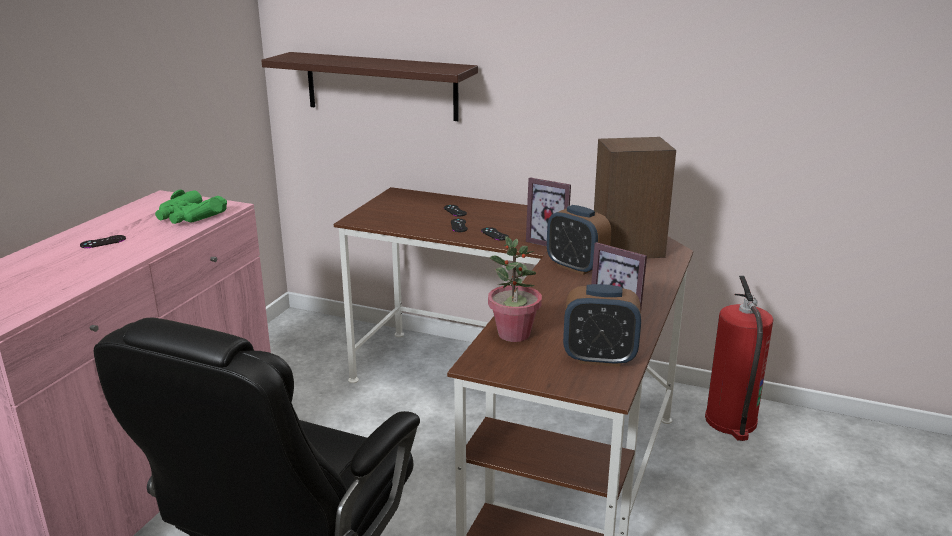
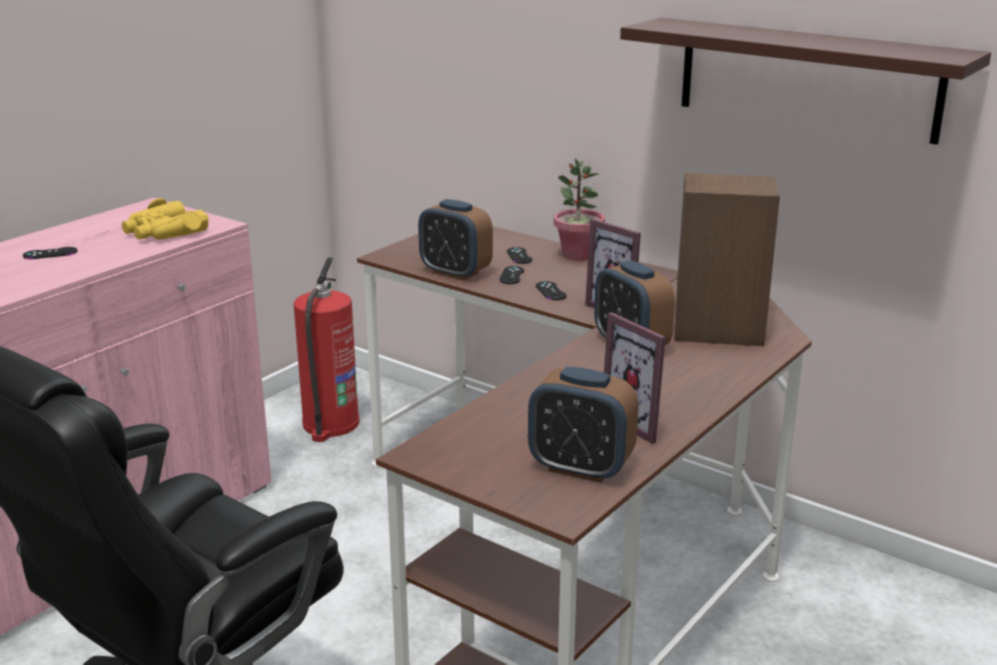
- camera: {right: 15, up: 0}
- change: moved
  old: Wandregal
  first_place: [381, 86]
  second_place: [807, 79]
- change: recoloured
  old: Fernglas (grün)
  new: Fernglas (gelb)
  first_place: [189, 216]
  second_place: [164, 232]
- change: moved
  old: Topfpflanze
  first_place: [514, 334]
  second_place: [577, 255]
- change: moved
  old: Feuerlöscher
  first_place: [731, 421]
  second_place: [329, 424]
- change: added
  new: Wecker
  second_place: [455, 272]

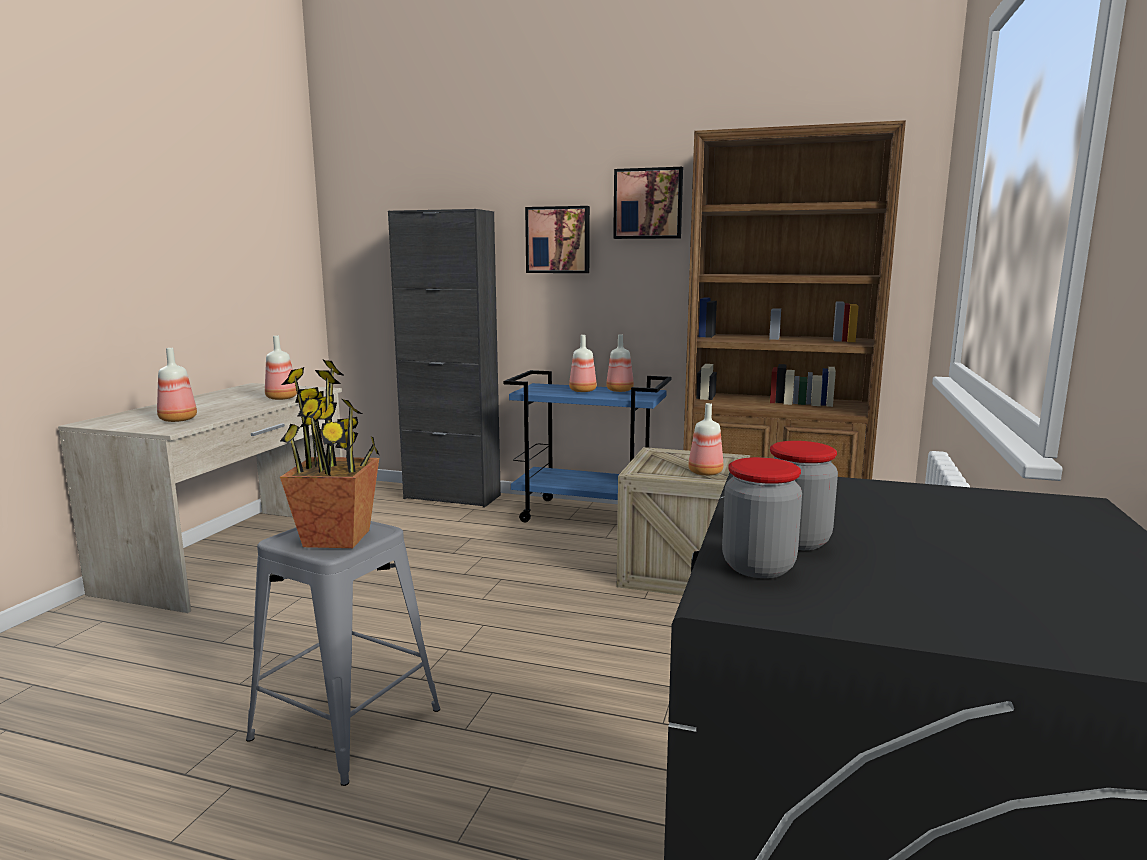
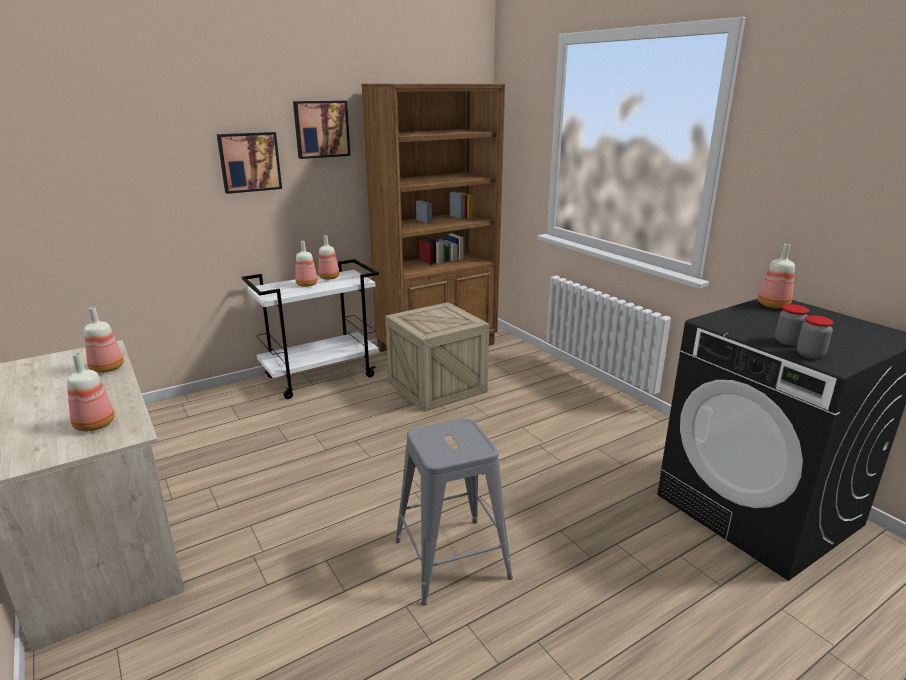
- camera: {right: -50, up: 10}
- change: removed
  old: Schrank (schwarz)
  first_place: [452, 497]
- change: removed
  old: Topfpflanze
  first_place: [338, 538]
- change: recoloured
  old: Rollwagen (blau)
  new: Rollwagen (weiß)
  first_place: [589, 516]
  second_place: [321, 376]
- change: moved
  old: Flasche
  first_place: [704, 473]
  second_place: [772, 305]

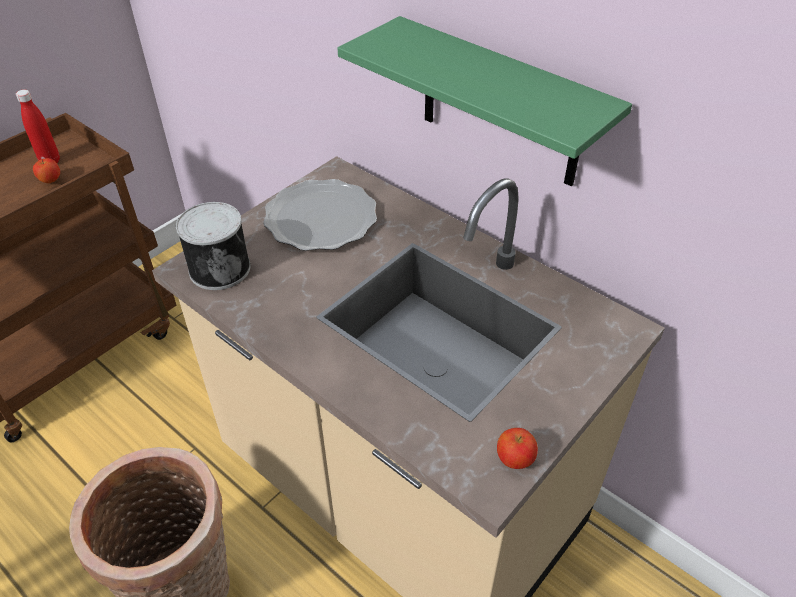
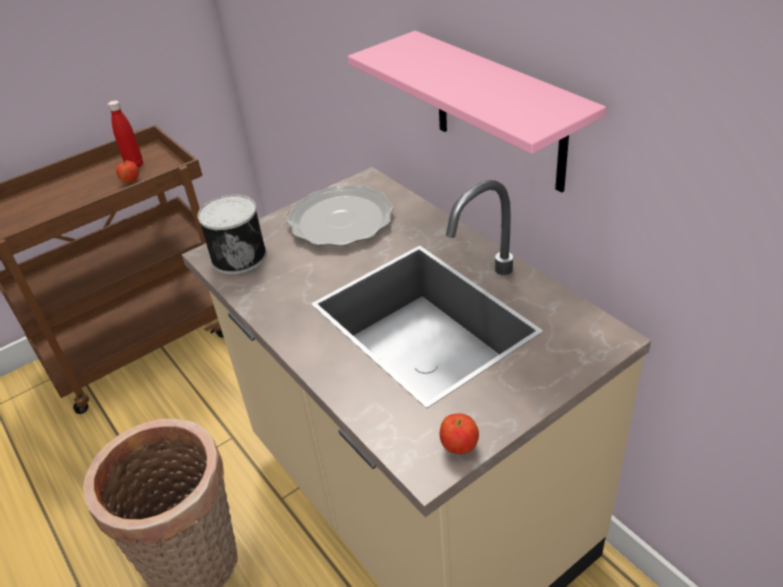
- camera: {right: 15, up: -5}
- change: recoloured
  old: Wandregal (grün)
  new: Wandregal (rosa)
  first_place: [500, 105]
  second_place: [499, 112]

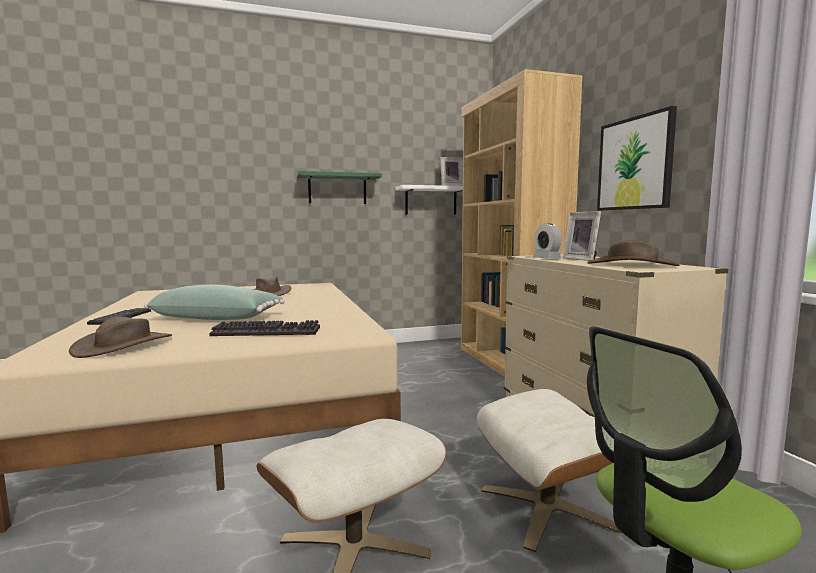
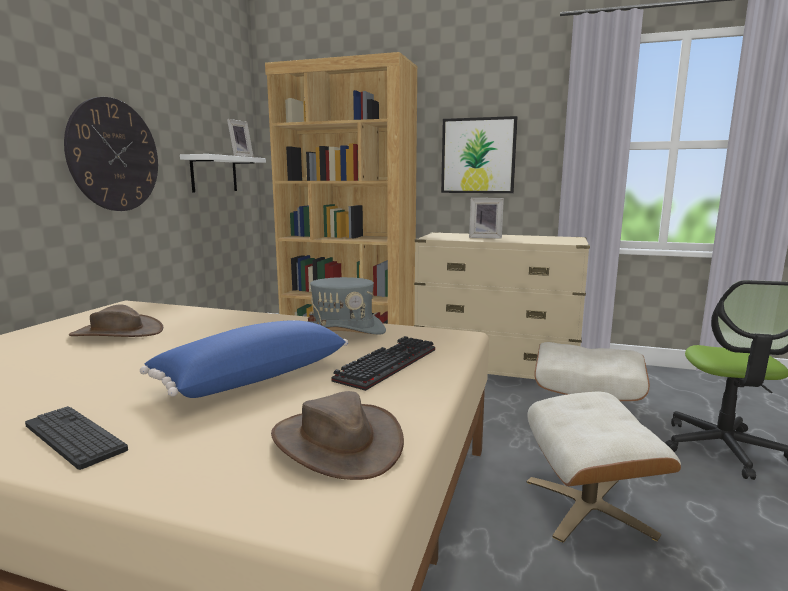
- camera: {right: -55, up: 5}
- change: replaced
  old: Wandregal (grün)
  new: Wanduhr
  first_place: [337, 189]
  second_place: [114, 155]
- change: removed
  old: Wecker
  first_place: [546, 258]
- change: removed
  old: Hut (braun)
  first_place: [631, 264]
- change: recoloured
  old: Kissen (grün)
  new: Kissen (blau)
  first_place: [218, 318]
  second_place: [252, 376]
- change: added
  new: Hut (grau)
  second_place: [343, 331]

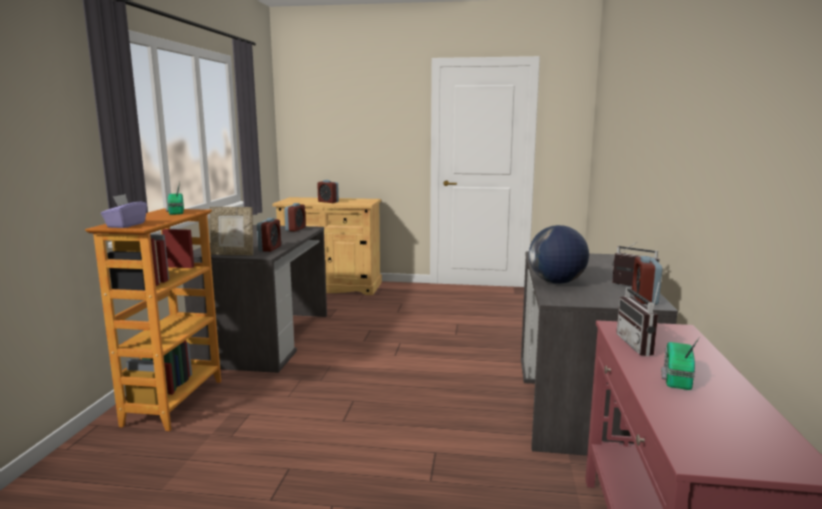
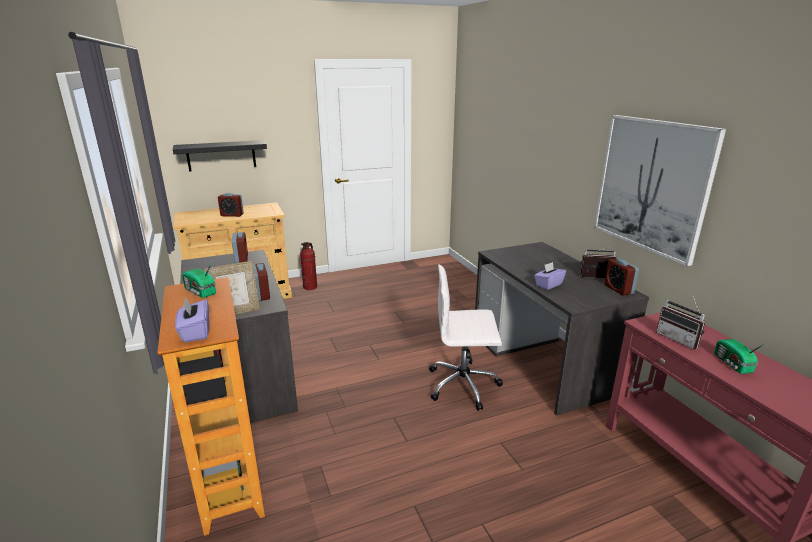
- camera: {right: -30, up: 10}
- change: replaced
  old: Globus
  new: Taschentuchbox (lila)
  first_place: [556, 282]
  second_place: [548, 285]
- change: added
  new: Bild
  second_place: [652, 185]
- change: added
  new: Wandregal (schwarz)
  second_place: [221, 155]
- change: added
  new: Feuerlöscher
  second_place: [310, 287]
- change: added
  new: Bürostuhl (weiß)
  second_place: [464, 385]

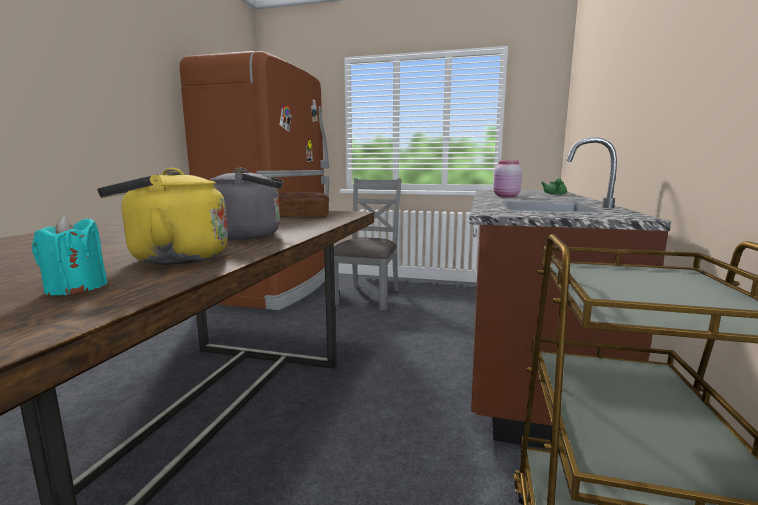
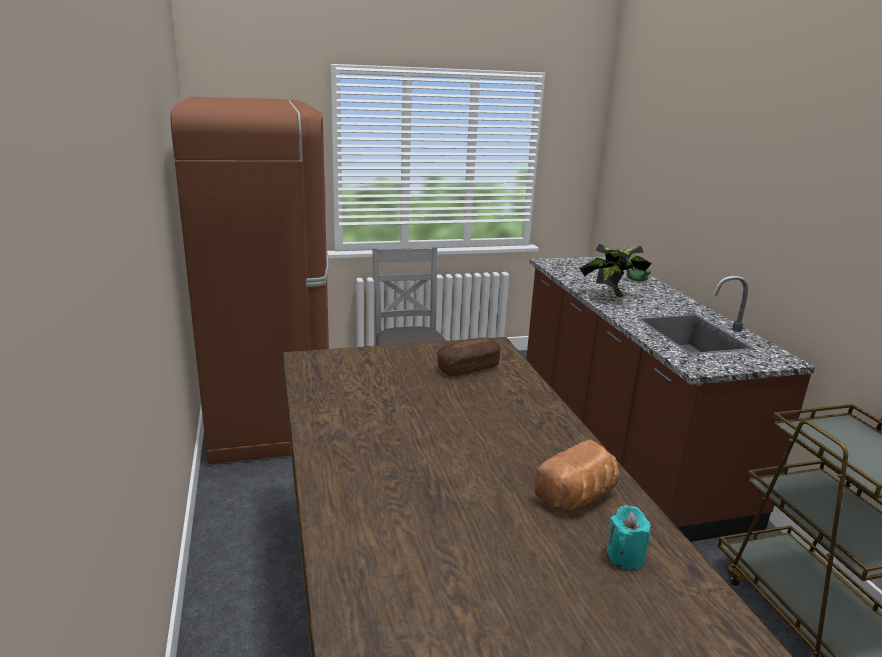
- camera: {right: -30, up: 10}
- change: replaced
  old: Vorratsglas (rosa)
  new: Topfpflanze
  first_place: [505, 196]
  second_place: [612, 296]
- change: replaced
  old: Wasserkessel (gelb)
  new: Brot
  first_place: [173, 259]
  second_place: [578, 496]
- change: removed
  old: Wasserkessel (grau)
  first_place: [251, 236]

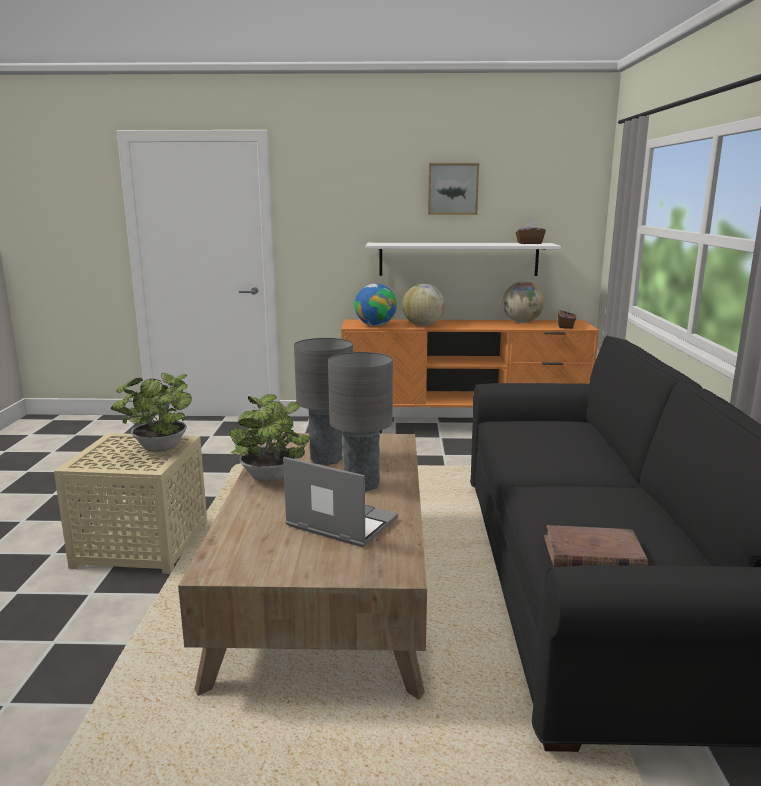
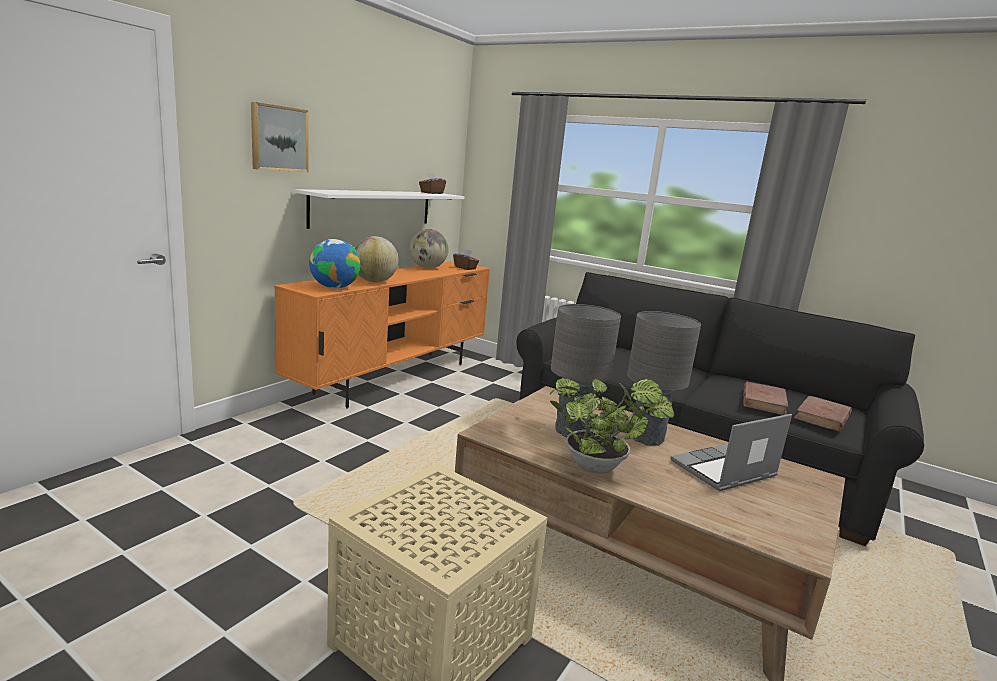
- camera: {right: -60, up: 0}
- change: moved
  old: Bild
  first_place: [453, 189]
  second_place: [278, 138]
- change: removed
  old: Topfpflanze
  first_place: [158, 449]
- change: added
  new: Buch (braun)
  second_place: [763, 401]

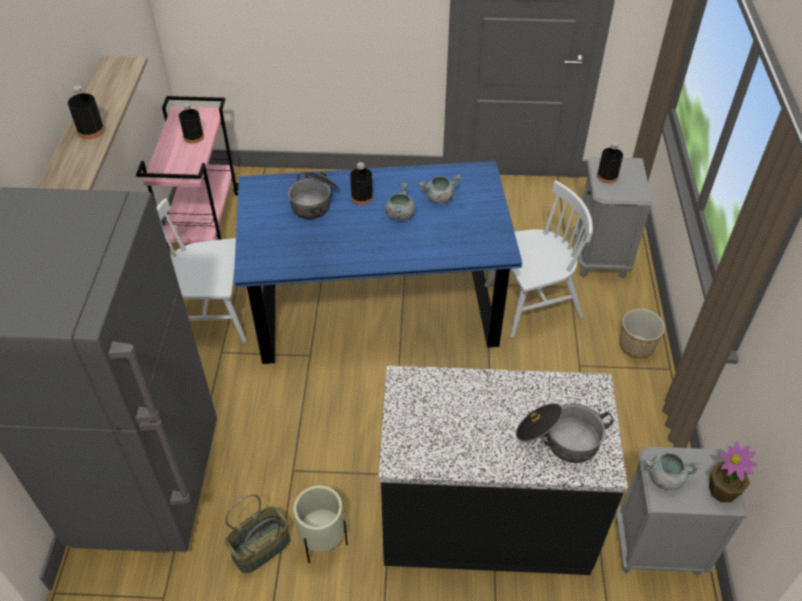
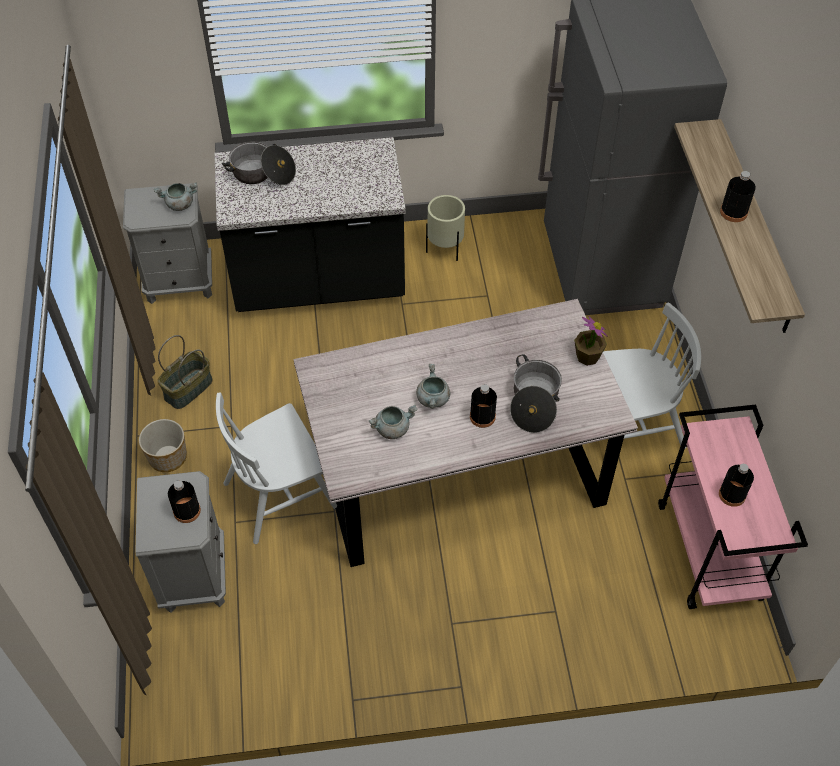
- camera: {right: 170, up: 5}
- change: recoloured
  old: Esstisch (blau)
  new: Esstisch (grau)
  first_place: [376, 300]
  second_place: [458, 470]
- change: moved
  old: Topfpflanze
  first_place: [722, 491]
  second_place: [587, 356]
- change: moved
  old: Korb
  first_place: [261, 547]
  second_place: [188, 390]

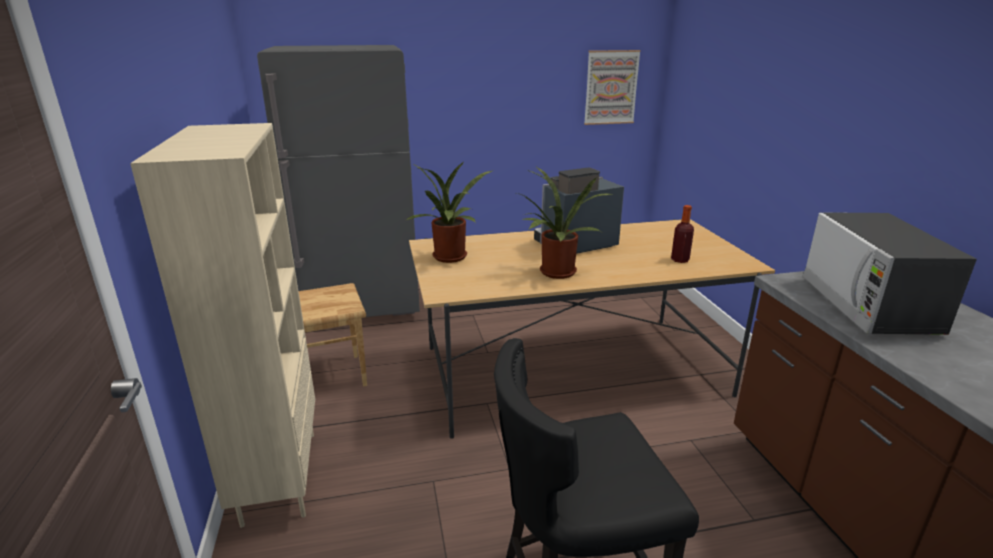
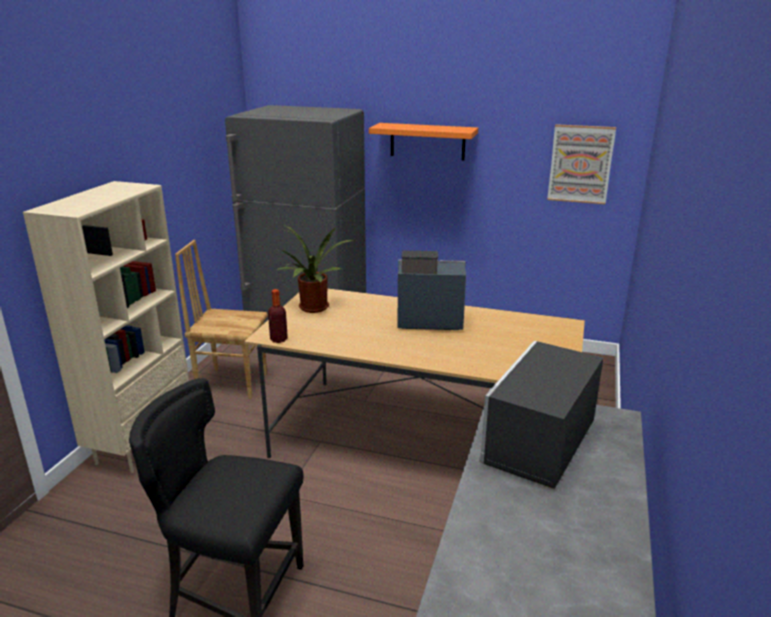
- camera: {right: 30, up: 0}
- change: removed
  old: Topfpflanze
  first_place: [556, 274]
- change: moved
  old: Flasche
  first_place: [680, 260]
  second_place: [279, 339]
- change: added
  new: Wandregal (orange)
  second_place: [427, 141]

